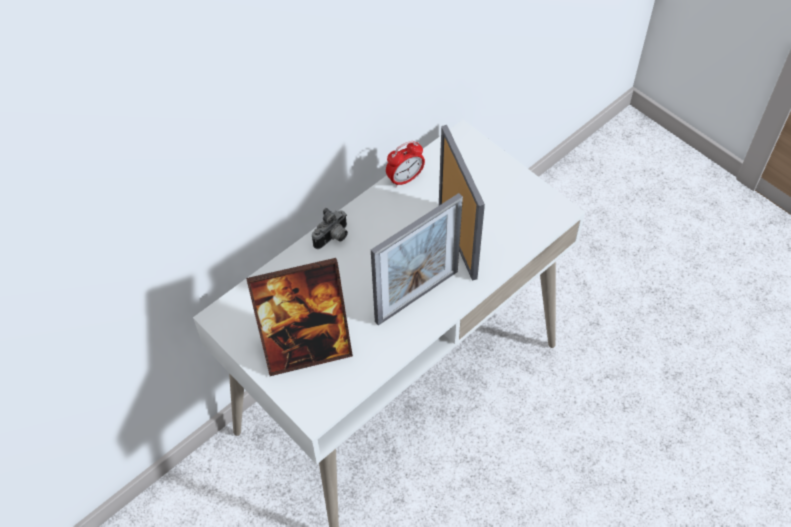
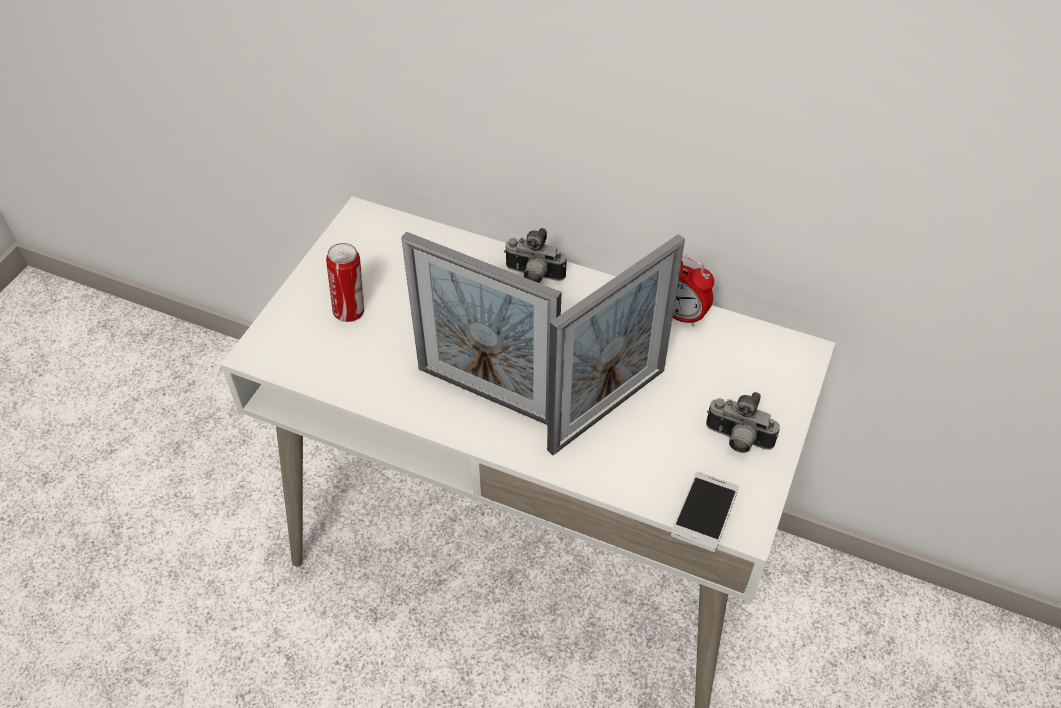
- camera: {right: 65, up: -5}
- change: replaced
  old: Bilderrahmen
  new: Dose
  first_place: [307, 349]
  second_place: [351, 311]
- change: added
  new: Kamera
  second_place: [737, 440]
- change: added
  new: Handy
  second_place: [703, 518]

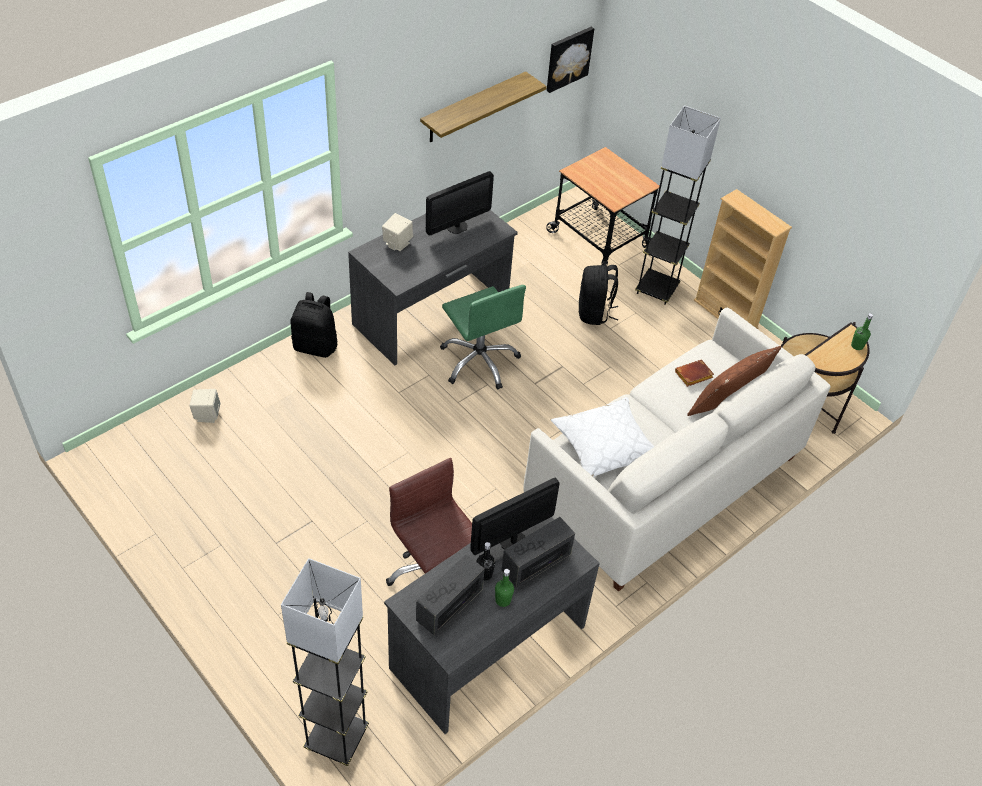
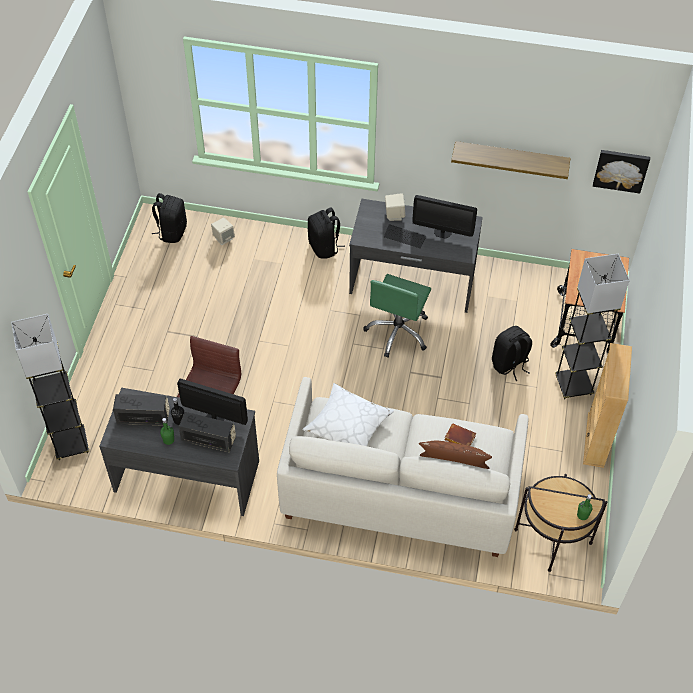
- camera: {right: 55, up: 5}
- change: added
  new: Rucksack (schwarz)
  second_place: [172, 232]
- change: added
  new: Tastatur
  second_place: [404, 237]

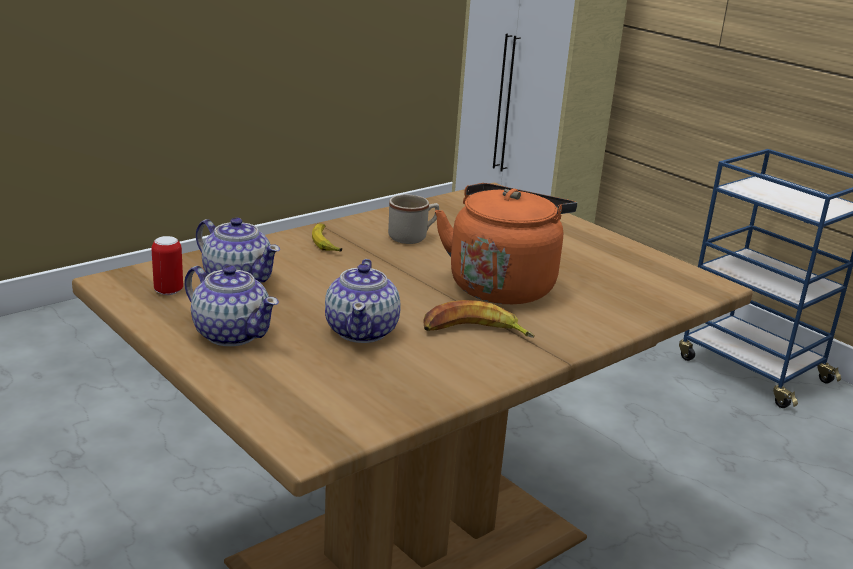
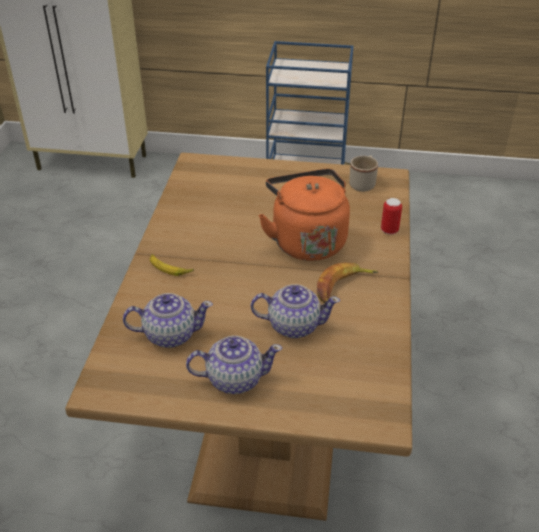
- camera: {right: -40, up: 15}
- change: moved
  old: Henkelbecher (beige)
  first_place: [413, 237]
  second_place: [363, 183]
- change: moved
  old: Dose
  first_place: [168, 291]
  second_place: [389, 230]
- change: turned
  old: Teekanne
  first_place: [362, 331]
  second_place: [293, 325]
  degrees: -45

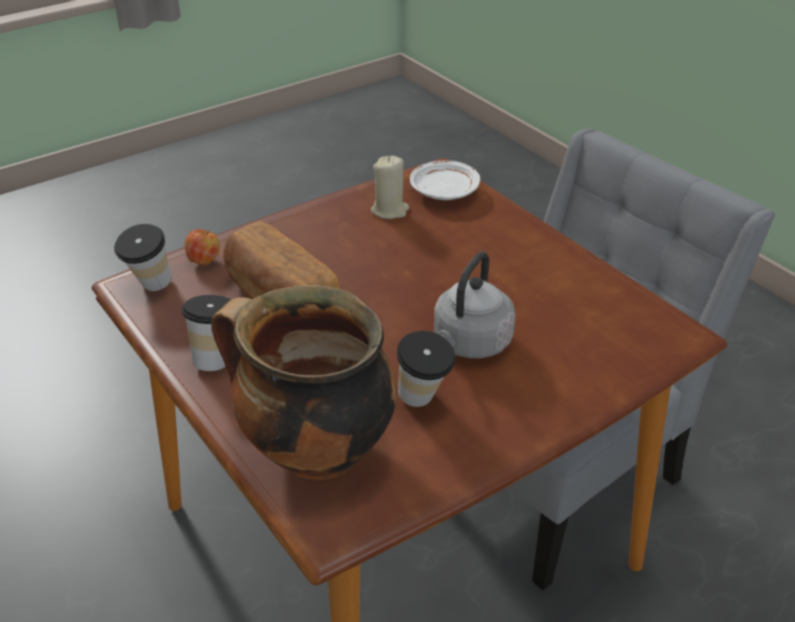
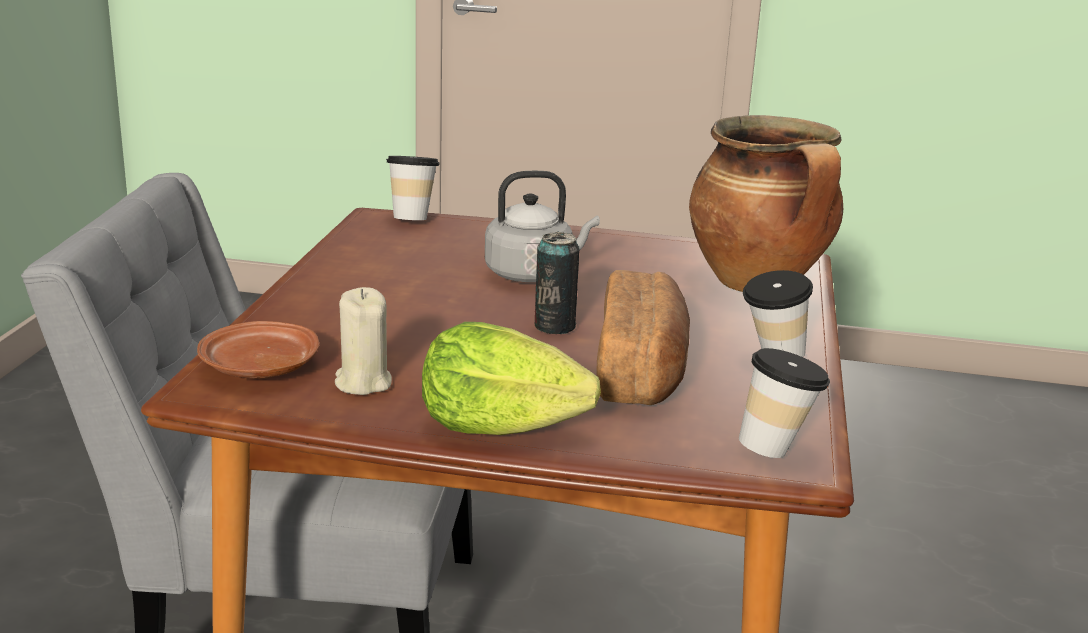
- camera: {right: -135, up: -15}
- change: recoloured
  old: Teller (weiß)
  new: Teller (braun)
  first_place: [444, 191]
  second_place: [259, 368]
- change: removed
  old: Apfel
  first_place: [204, 261]
- change: moved
  old: Tasse
  first_place: [423, 402]
  second_place: [412, 218]
- change: added
  new: Dose
  second_place: [554, 326]
- change: added
  new: Salatkopf
  second_place: [498, 426]

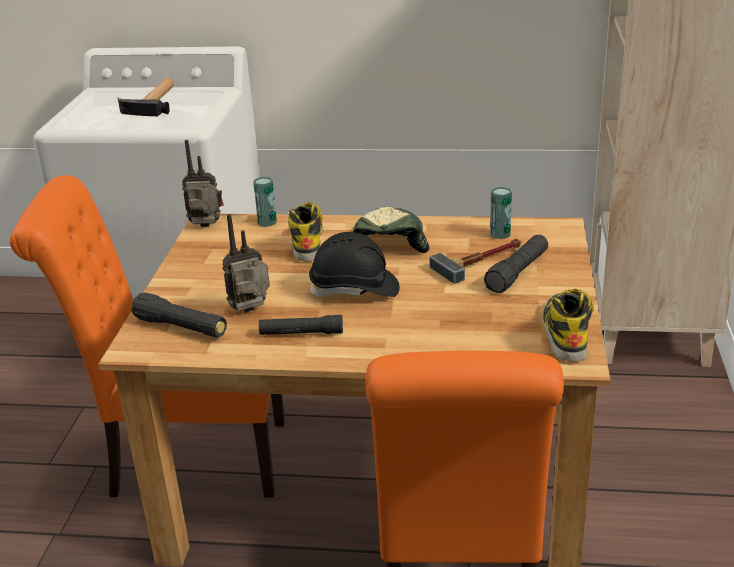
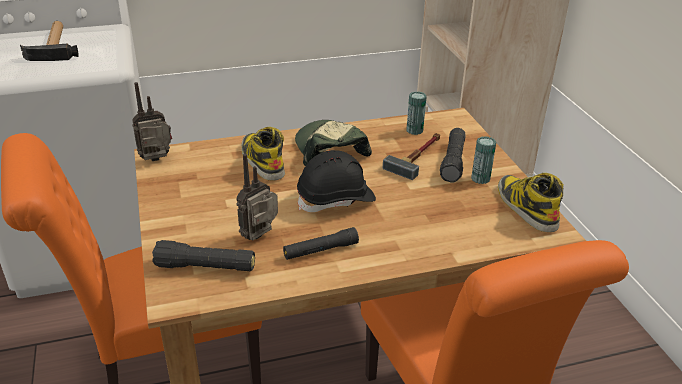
- camera: {right: -25, up: 5}
- change: moved
  old: Dose
  first_place: [267, 222]
  second_place: [480, 178]

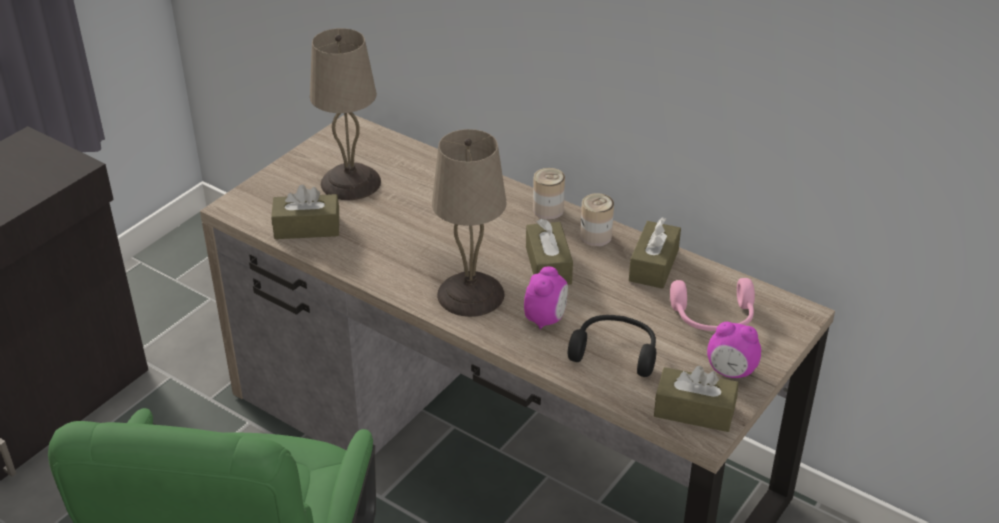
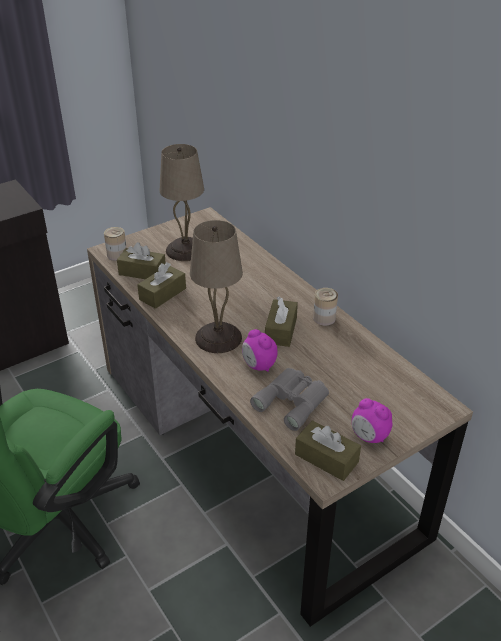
- camera: {right: 20, up: 0}
- change: moved
  old: Dose
  first_place: [548, 210]
  second_place: [117, 255]
- change: moved
  old: Taschentuchbox (braun)
  first_place: [654, 265]
  second_place: [162, 294]
- change: turned
  old: Wecker
  first_place: [546, 318]
  second_place: [258, 366]
  degrees: 105
- change: removed
  old: Kopfhörer (rosa)
  first_place: [713, 318]
- change: replaced
  old: Kopfhörer (schwarz)
  new: Fernglas (grau)
  first_place: [615, 352]
  second_place: [293, 401]

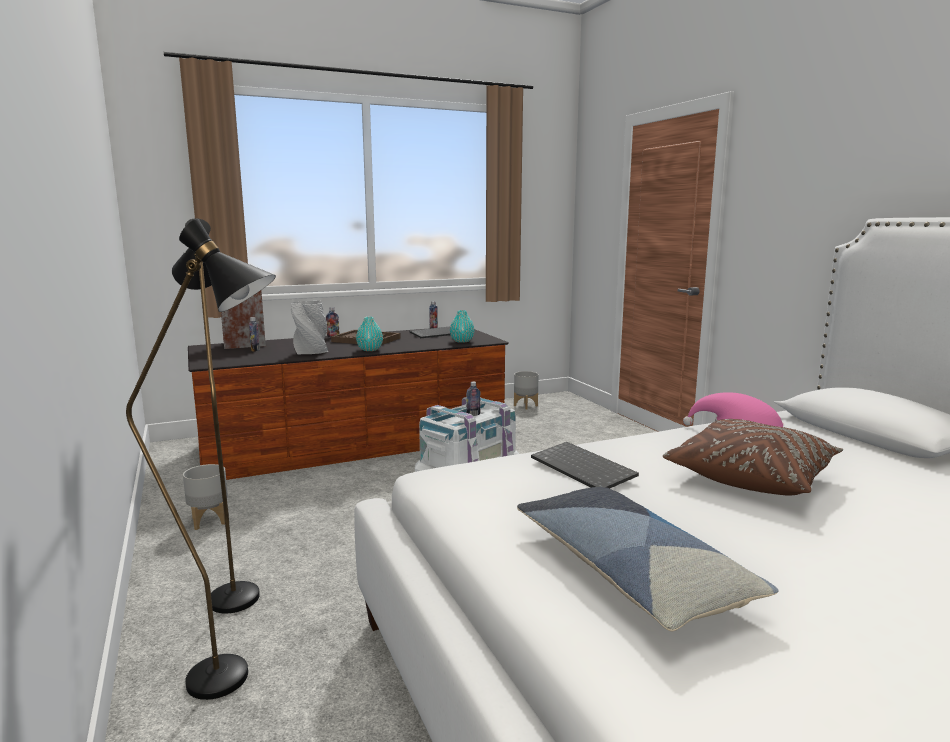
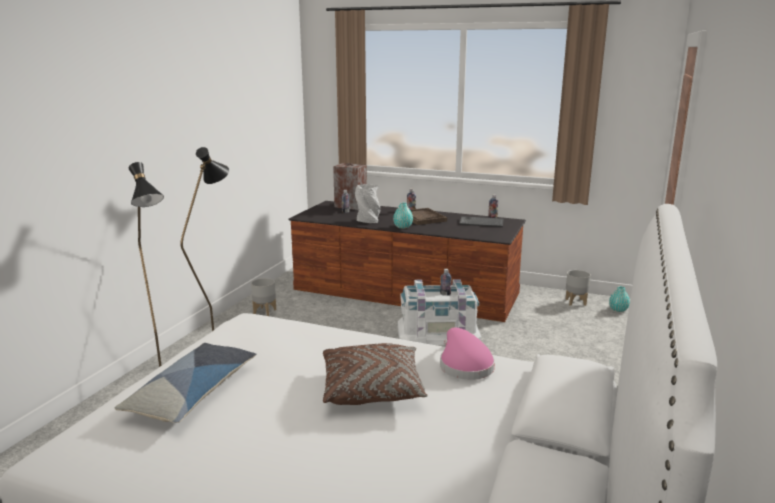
- camera: {right: 45, up: 5}
- change: moved
  old: Vase (türkis)
  first_place: [462, 341]
  second_place: [618, 310]
- change: removed
  old: Tastatur
  first_place: [584, 468]

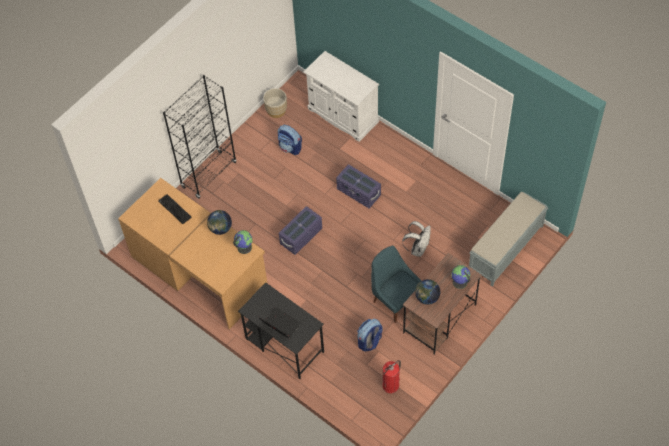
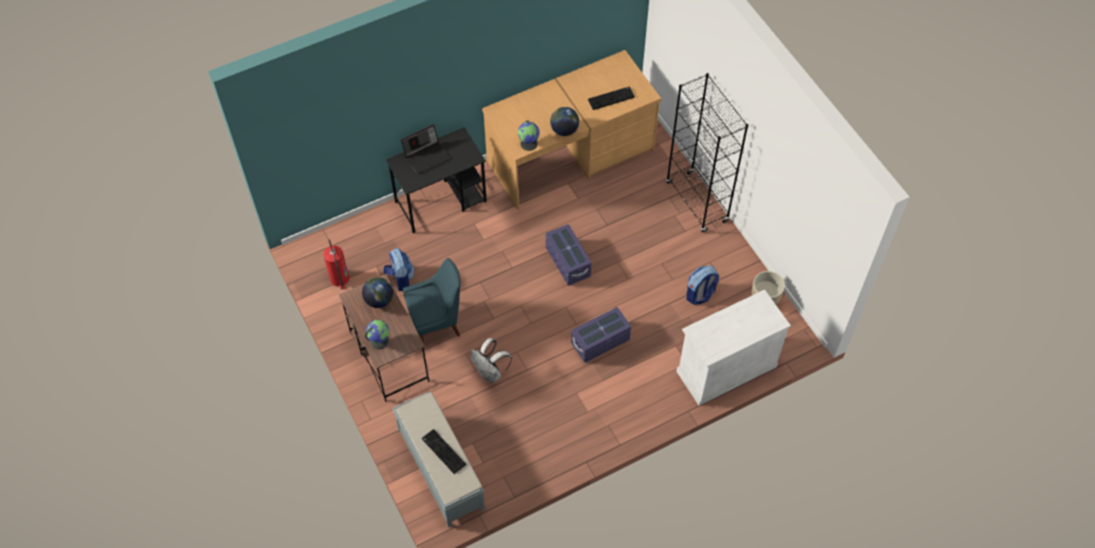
- camera: {right: 110, up: 0}
- change: added
  new: Tastatur
  second_place: [442, 452]

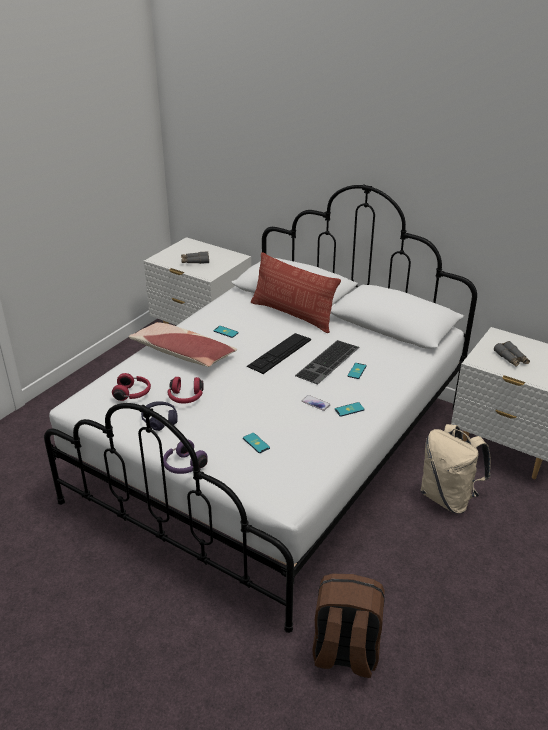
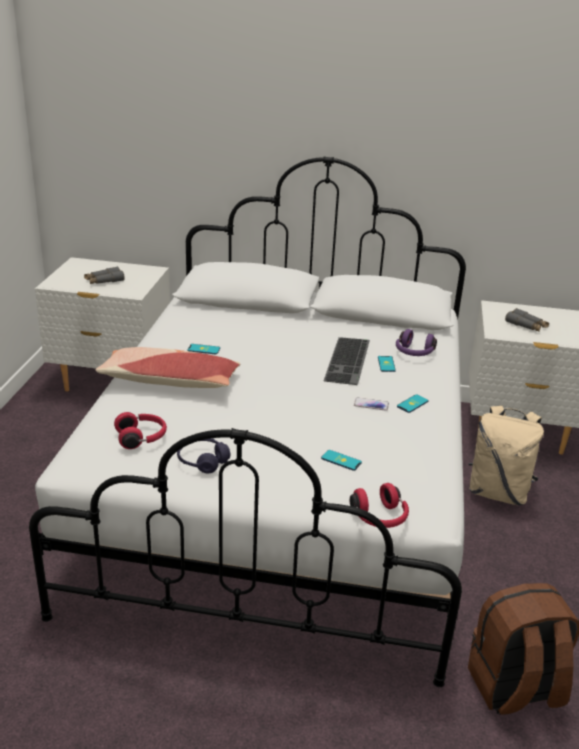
- camera: {right: -25, up: -5}
- change: removed
  old: Kissen
  first_place: [293, 314]
- change: removed
  old: Tastatur
  first_place: [279, 353]
- change: moved
  old: Kopfhörer (rot)
  first_place: [185, 398]
  second_place: [380, 518]
- change: moved
  old: Kopfhörer (lila)
  first_place: [183, 466]
  second_place: [414, 353]

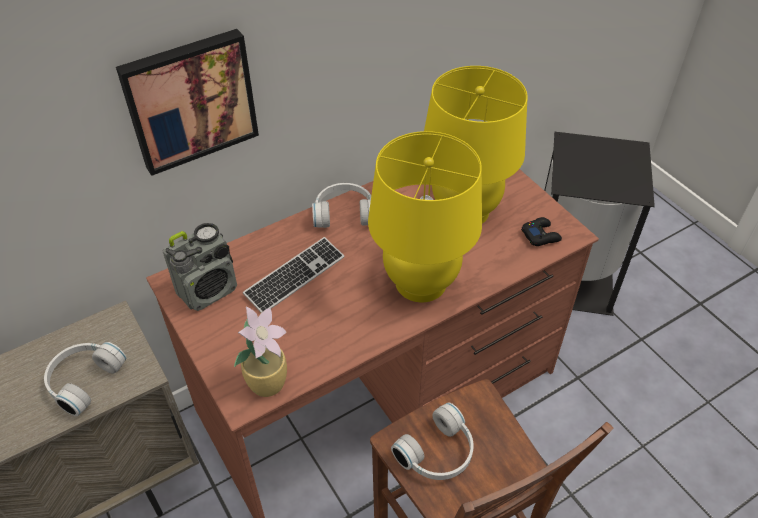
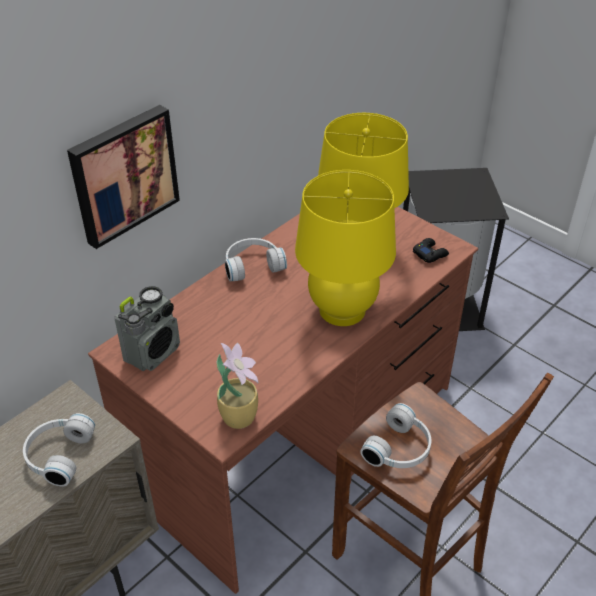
- camera: {right: -15, up: -5}
- change: removed
  old: Tastatur
  first_place: [295, 276]

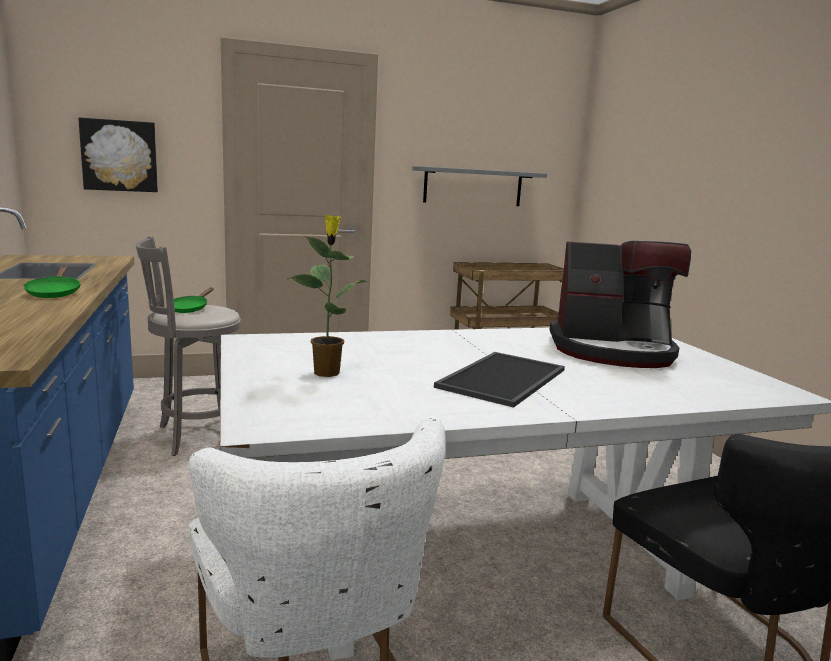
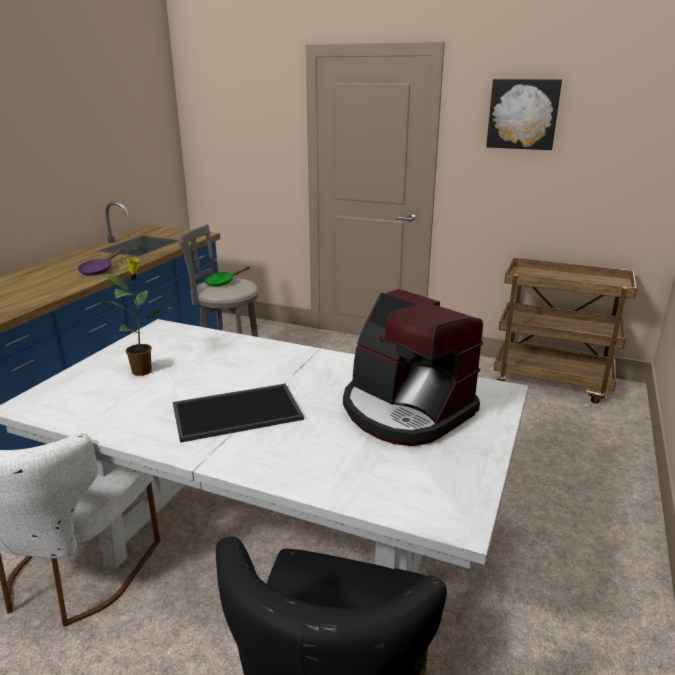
- camera: {right: 40, up: 10}
- change: moved
  old: Bild
  first_place: [119, 156]
  second_place: [523, 114]
- change: removed
  old: Wandregal (grau)
  first_place: [473, 187]
- change: recoloured
  old: Pfanne (grün)
  new: Pfanne (lila)
  first_place: [54, 293]
  second_place: [98, 270]

